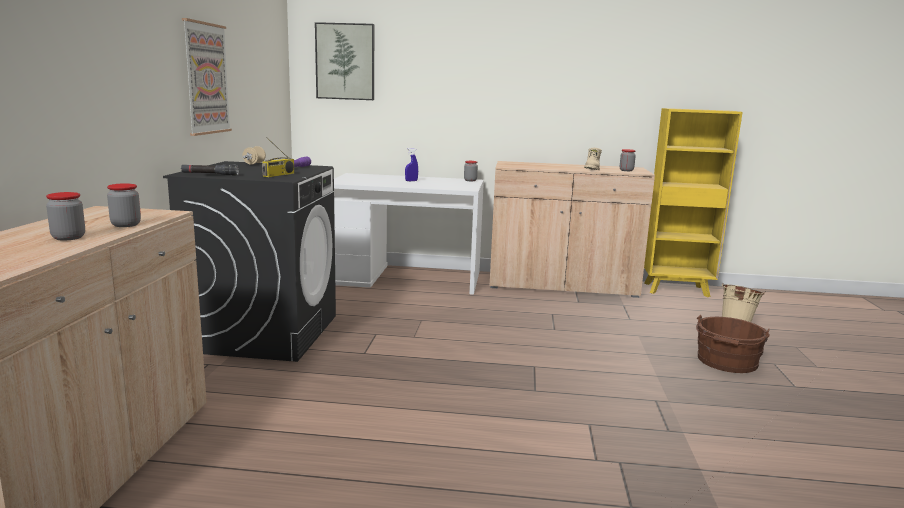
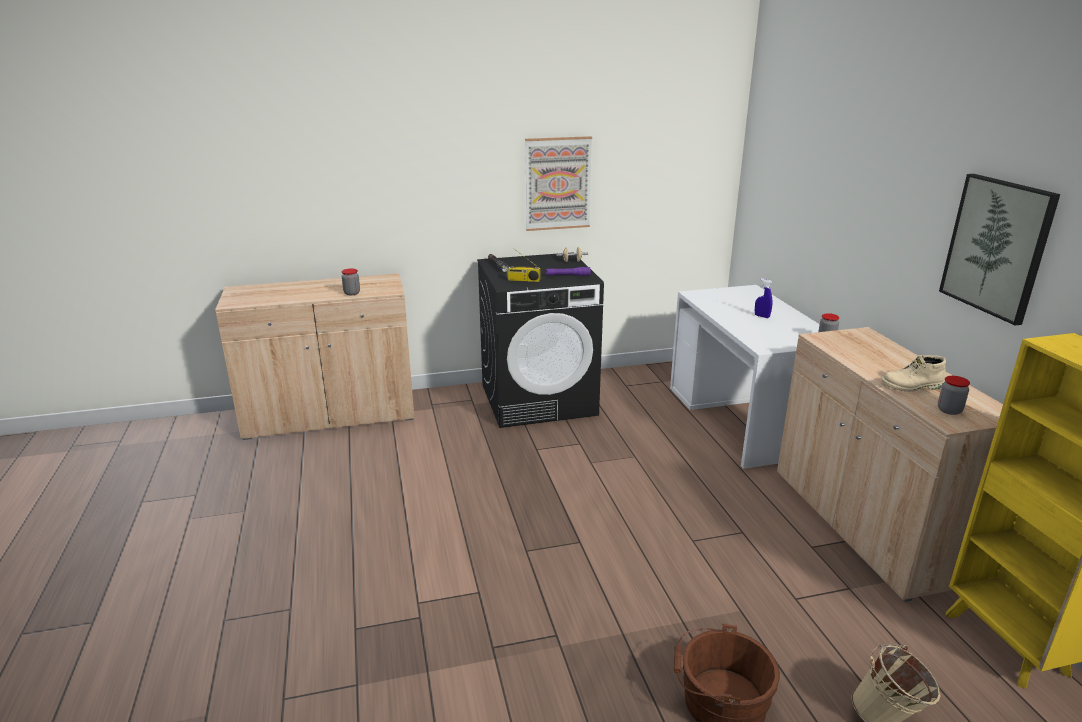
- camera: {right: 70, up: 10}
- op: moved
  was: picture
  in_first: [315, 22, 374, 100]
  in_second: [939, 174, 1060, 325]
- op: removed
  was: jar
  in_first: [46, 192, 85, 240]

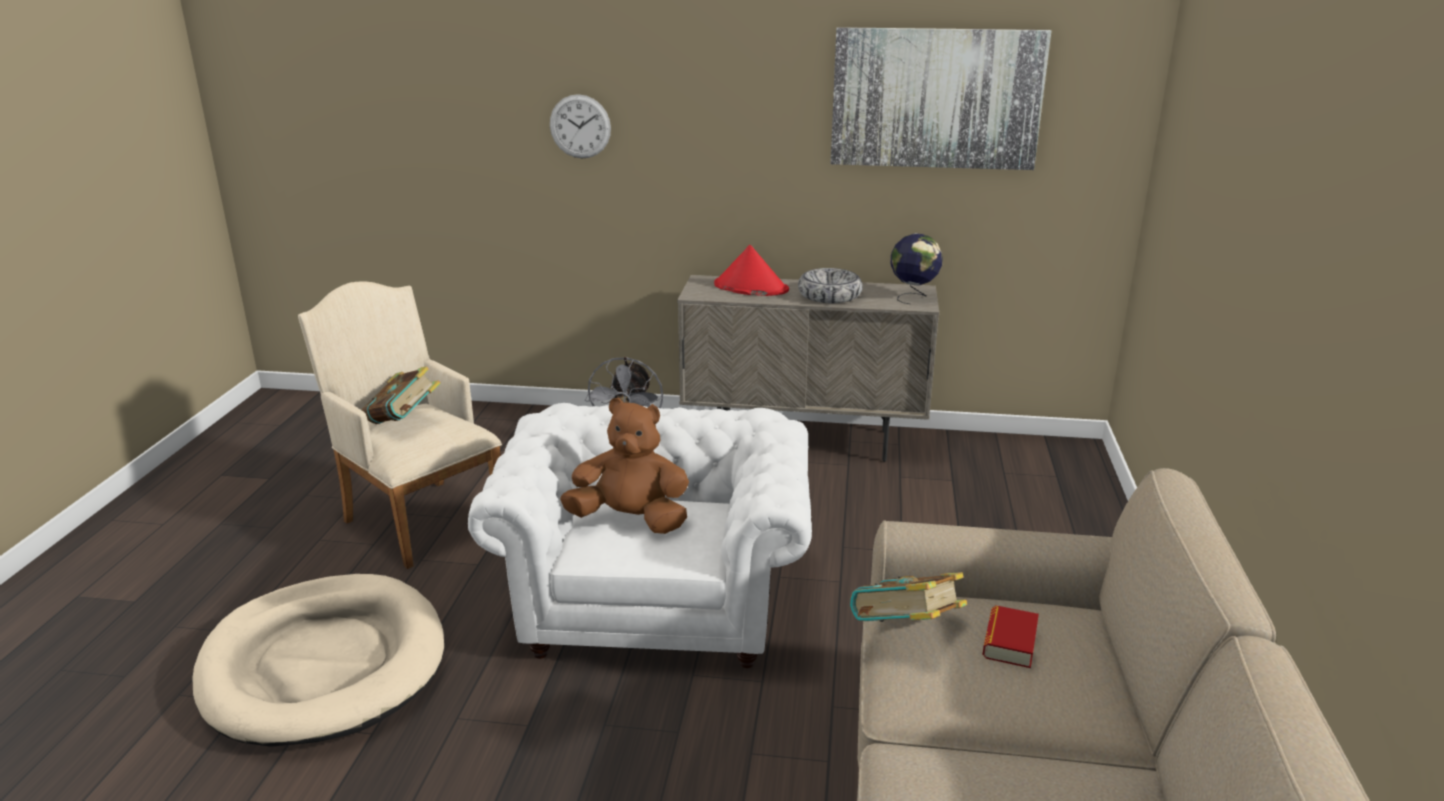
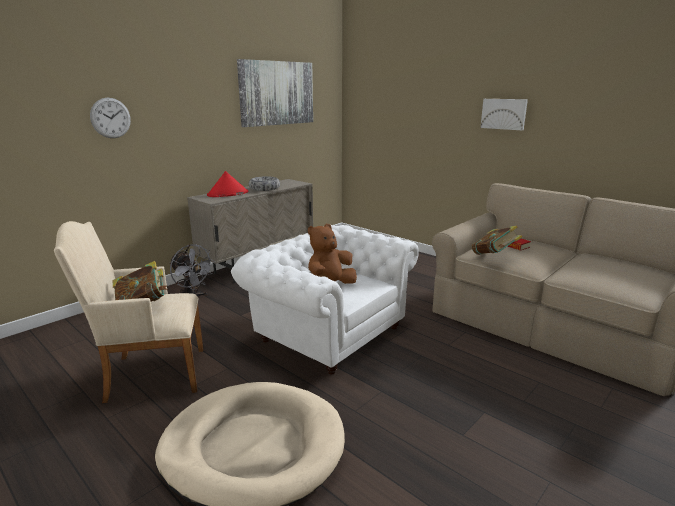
- camera: {right: -55, up: -5}
- op: removed
  was: globe
  in_first: [891, 233, 943, 304]
- op: added
  now: picture
  in_second: [480, 99, 528, 130]

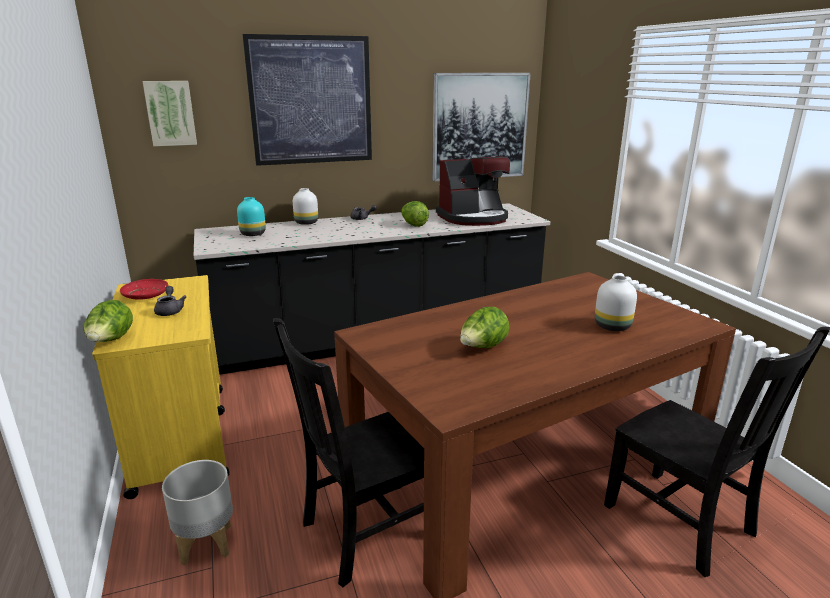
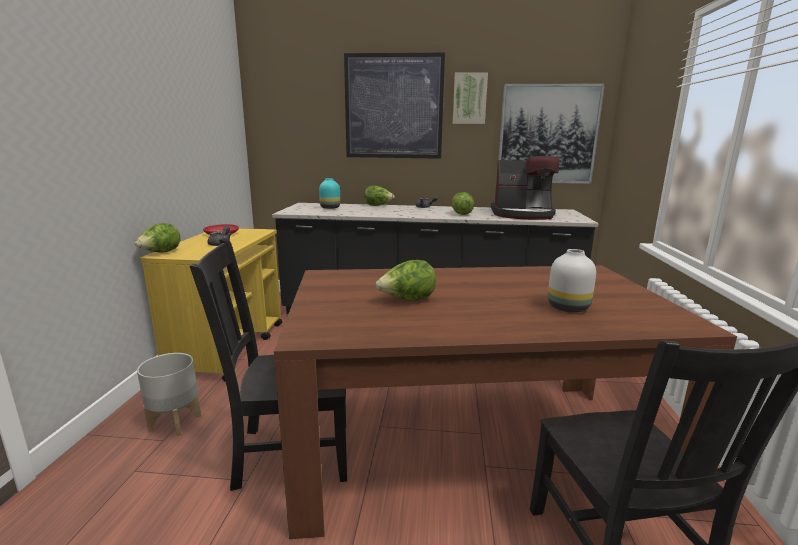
- camera: {right: 25, up: -5}
- op: moved
  was: picture
  in_first: [142, 81, 197, 146]
  in_second: [453, 72, 488, 124]
- op: replaced
  was: white_vase
  now: lettuce
  in_first: [293, 188, 318, 225]
  in_second: [365, 186, 395, 206]

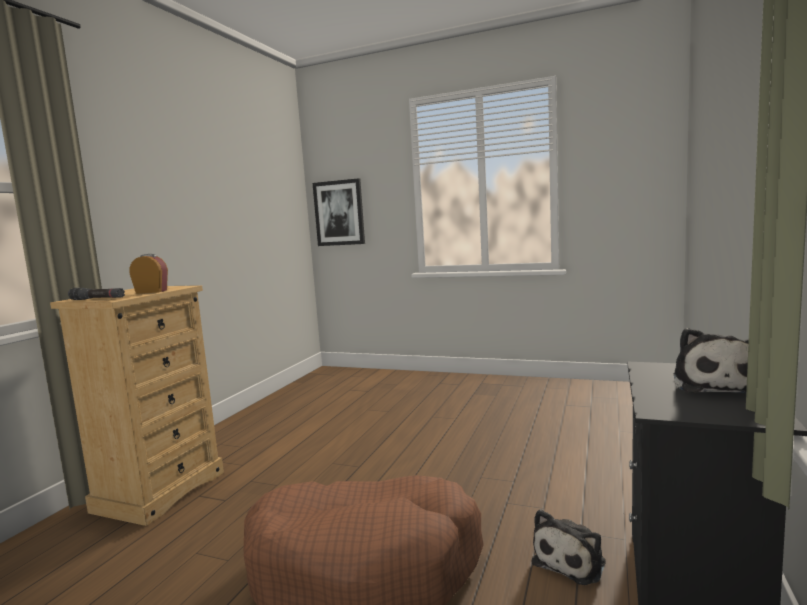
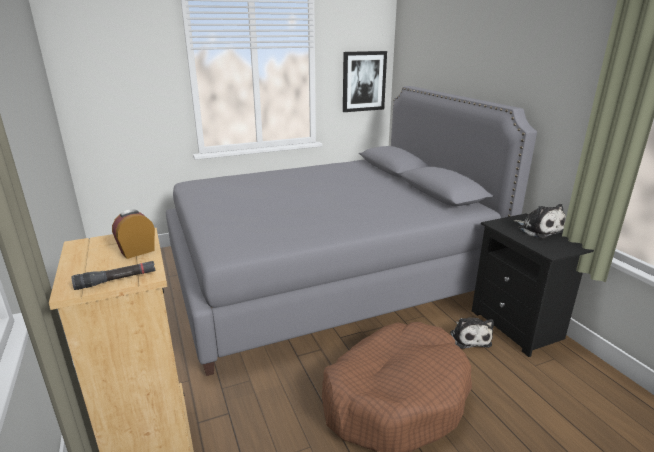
- camera: {right: -45, up: 15}
- op: moved
  was: picture
  in_first: [313, 178, 365, 246]
  in_second: [343, 51, 387, 112]
- op: added
  now: grey_bed
  in_second: [166, 86, 537, 376]

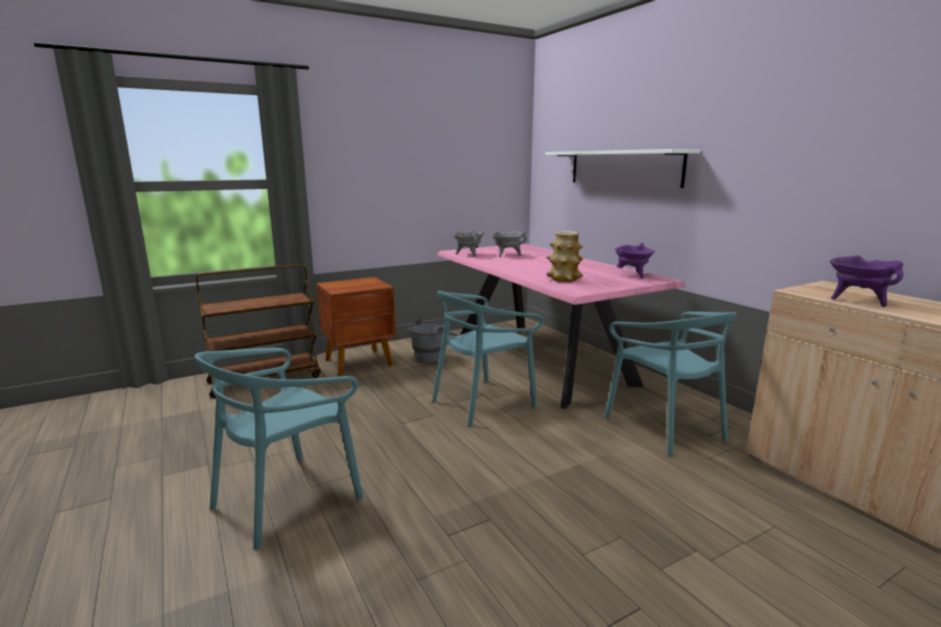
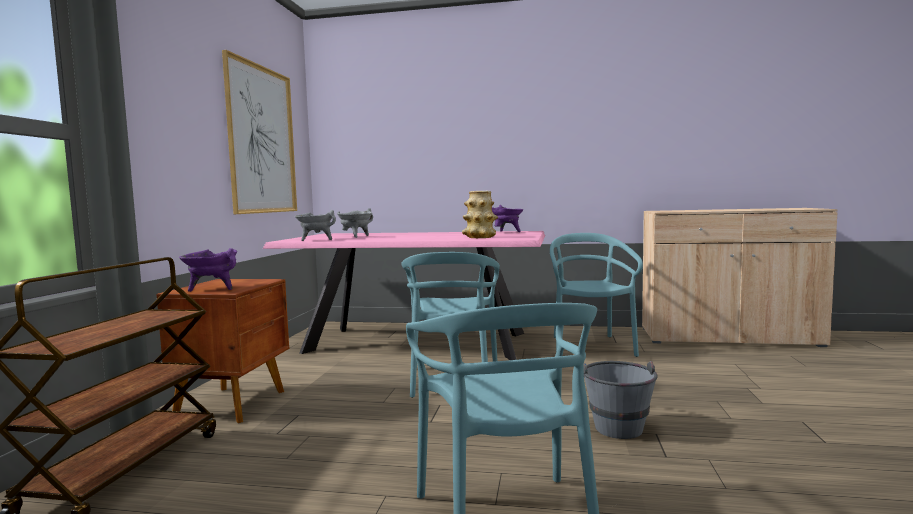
- camera: {right: -50, up: -10}
- op: removed
  was: white_shelf
  in_first: [545, 149, 700, 188]
- op: moved
  was: purple_cooking_pot
  in_first: [830, 256, 904, 307]
  in_second: [179, 248, 237, 292]
- op: turned
  was: turquoise_chair
  in_first: [605, 311, 737, 456]
  in_second: [550, 233, 643, 357]
  clockwise: -105
- op: moved
  was: grey_bucket
  in_first: [408, 318, 458, 363]
  in_second: [572, 361, 658, 439]
- op: added
  now: picture
  in_second: [222, 50, 297, 214]

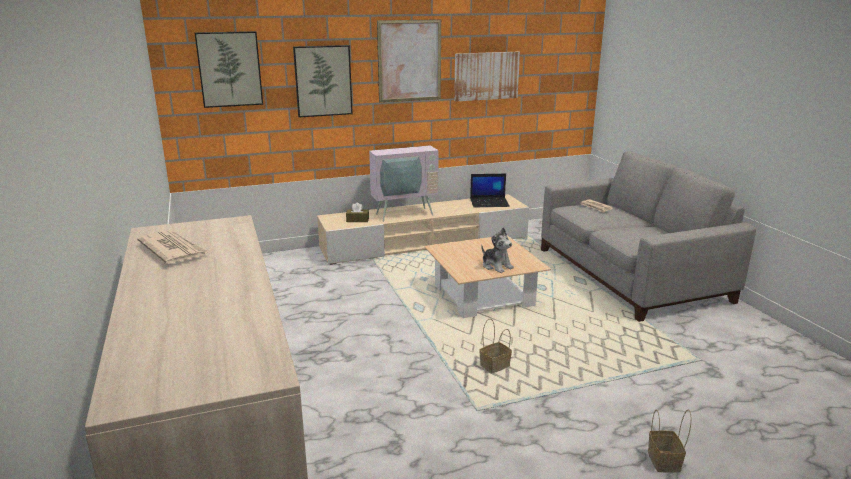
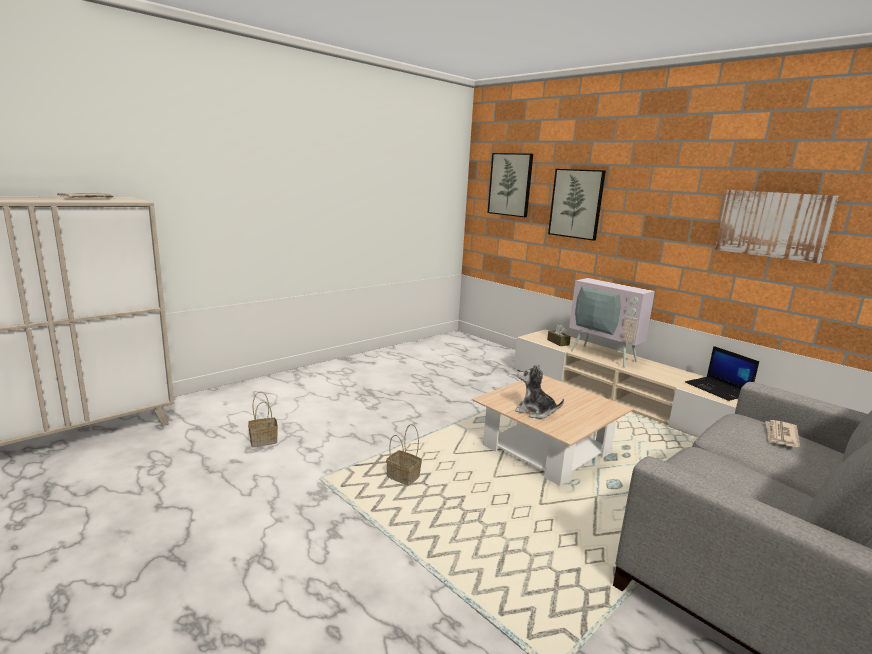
- camera: {right: 65, up: -5}
- op: removed
  was: picture
  in_first: [377, 19, 441, 102]
- op: turned
  was: plush_toy
  in_first: [481, 227, 514, 273]
  in_second: [515, 364, 564, 419]
  clockwise: 90
- op: moved
  was: basket
  in_first: [648, 409, 692, 473]
  in_second: [248, 392, 278, 447]

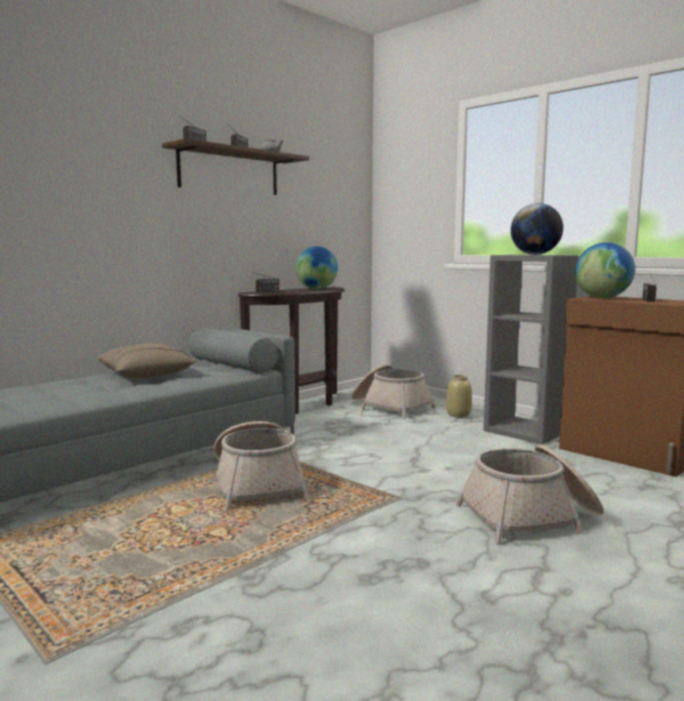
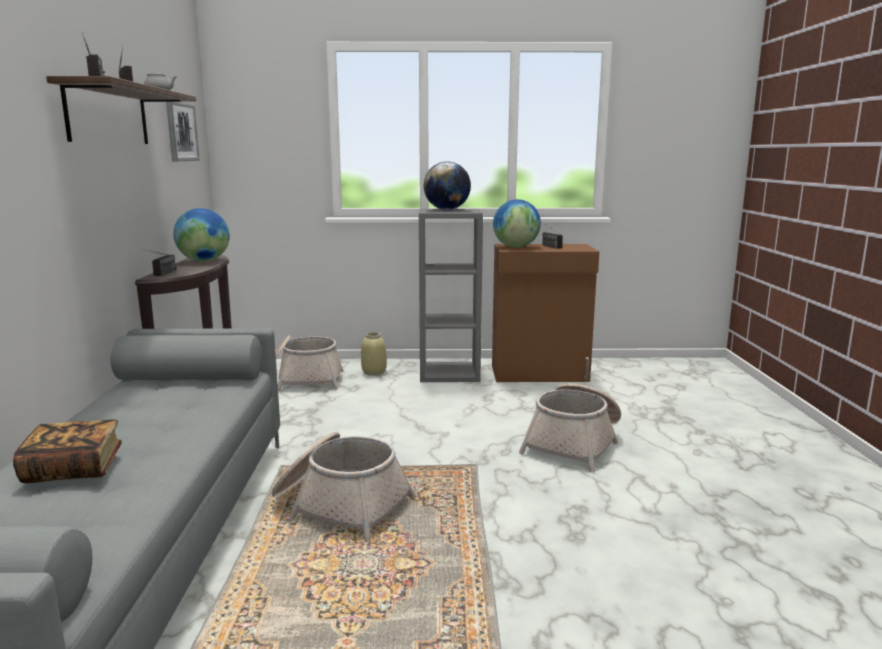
- camera: {right: -45, up: 5}
- op: removed
  was: beige_pillow
  in_first: [96, 343, 197, 379]
- op: added
  now: picture
  in_second: [166, 102, 200, 161]
- op: added
  now: book
  in_second: [13, 419, 122, 483]

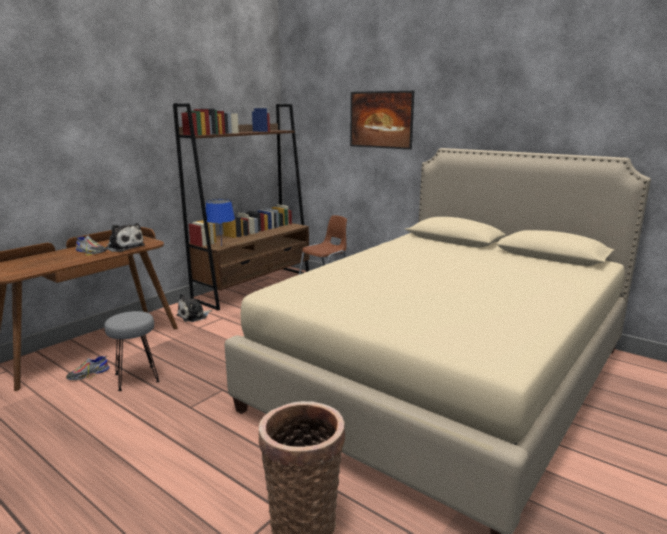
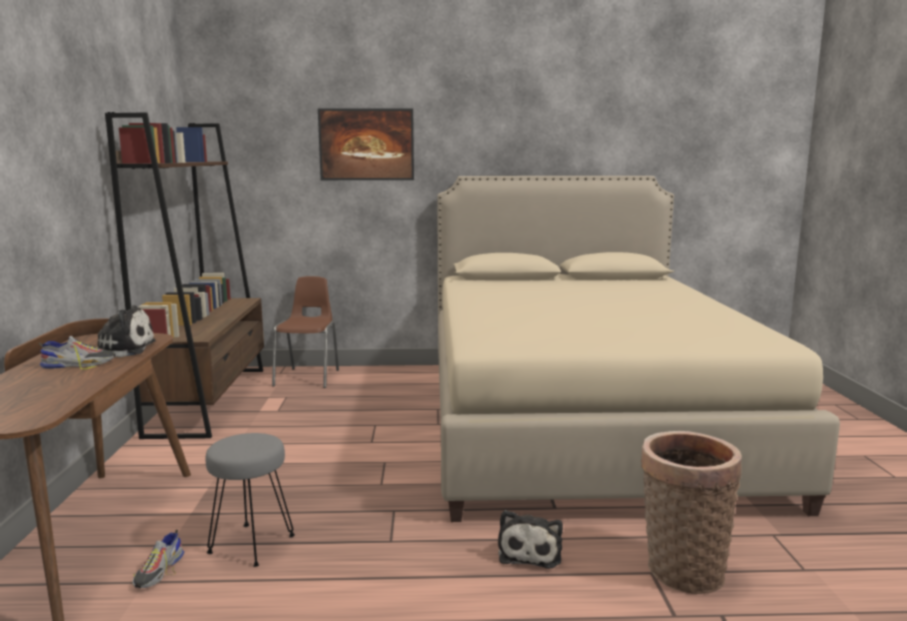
- camera: {right: -40, up: -5}
- op: removed
  was: blue_table_lamp
  in_first: [206, 199, 235, 245]
- op: moved
  was: plush_toy
  in_first: [177, 293, 212, 322]
  in_second: [498, 510, 563, 569]

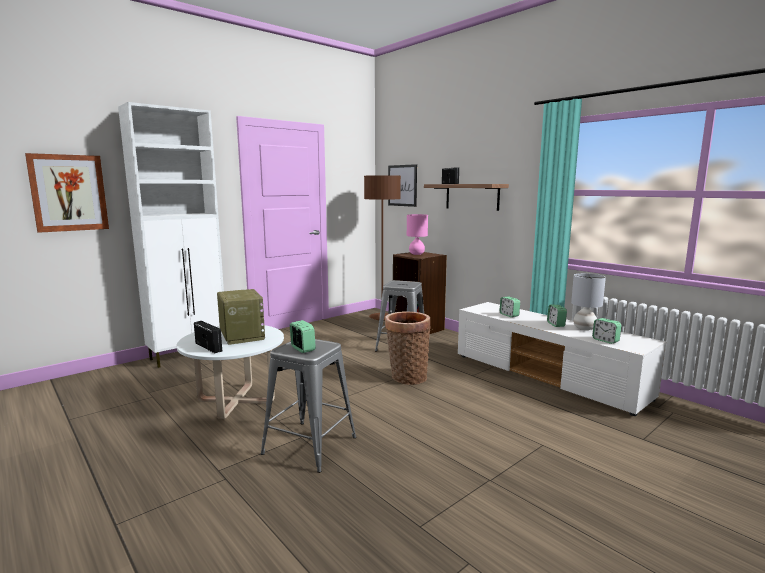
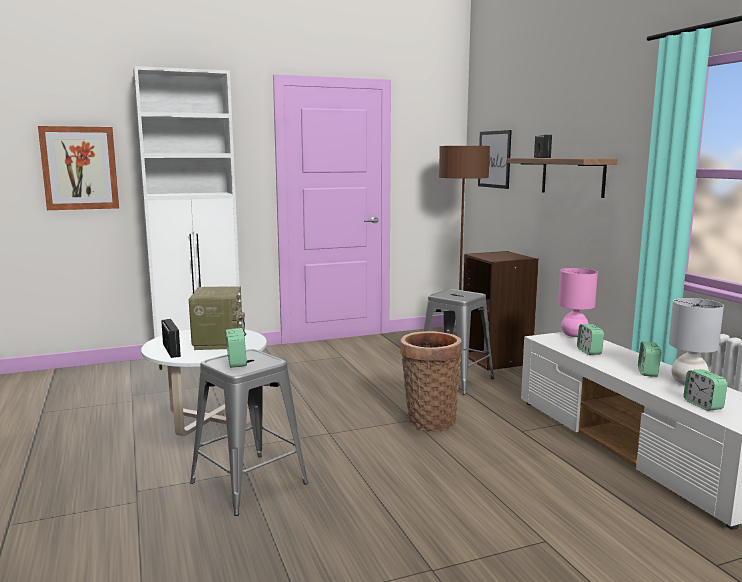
- camera: {right: 20, up: 0}
- op: moved
  was: pink_table_lamp
  in_first: [407, 214, 428, 255]
  in_second: [558, 268, 598, 337]

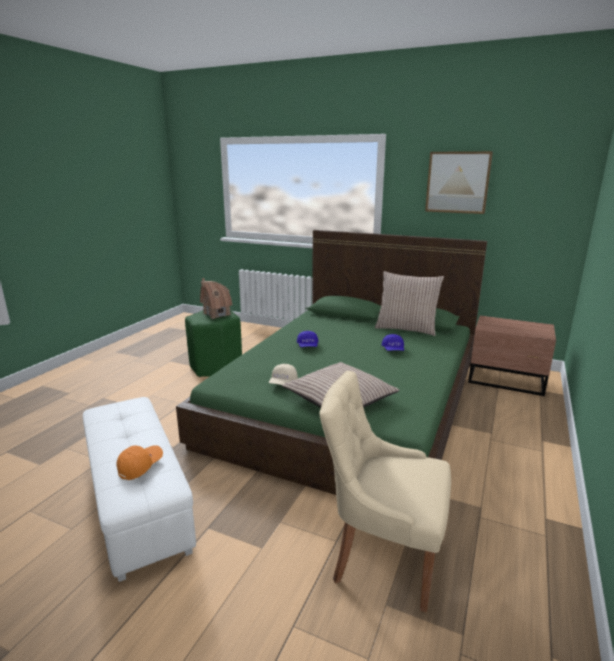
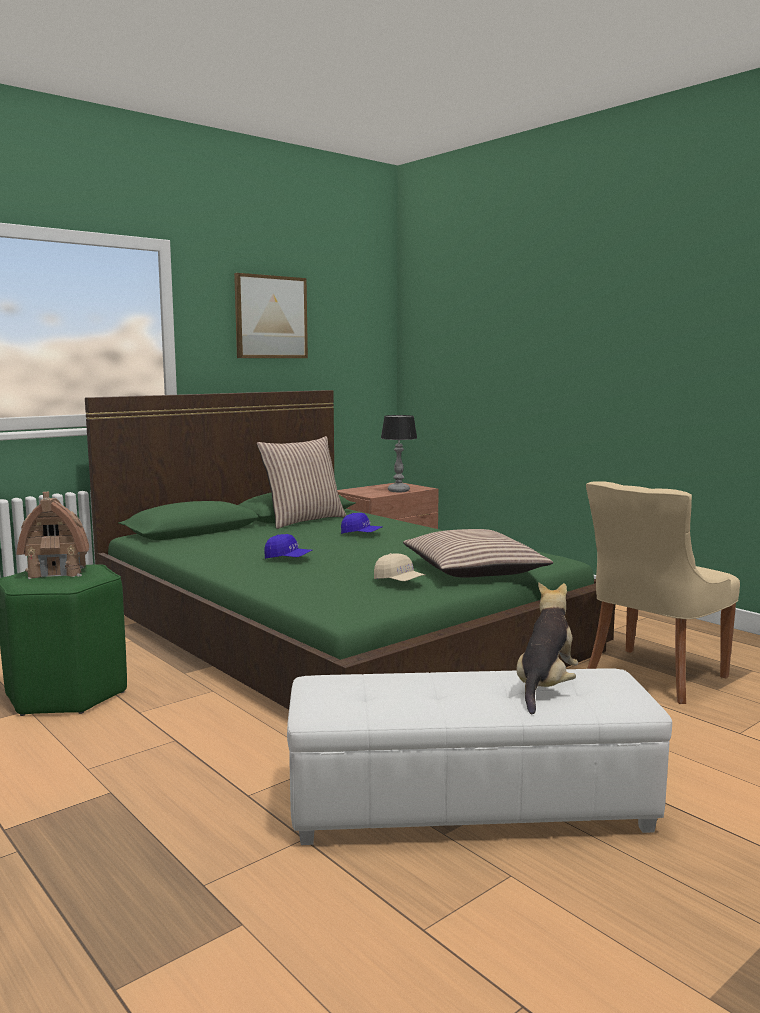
- camera: {right: -65, up: -10}
- op: replaced
  was: orange_cap
  now: plush_toy
  in_first: [116, 445, 163, 480]
  in_second: [517, 582, 578, 714]
- op: added
  now: table_lamp
  in_second: [381, 415, 417, 492]

